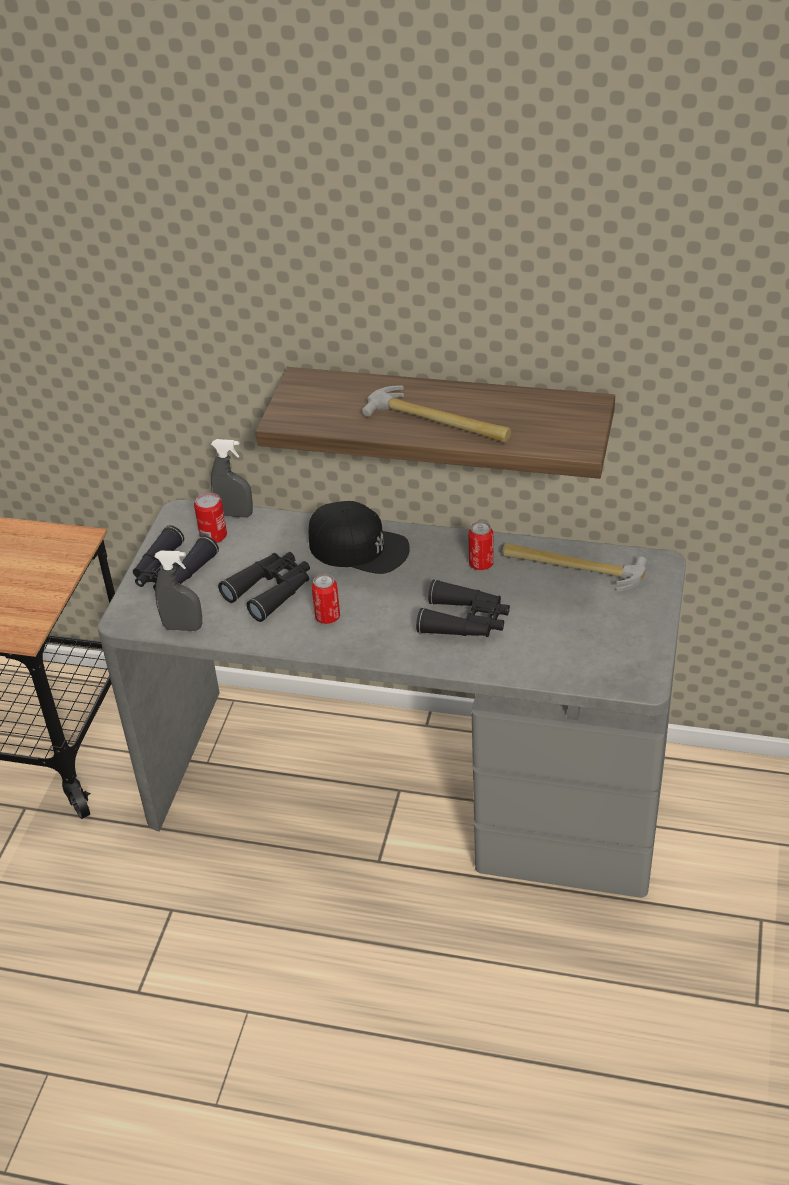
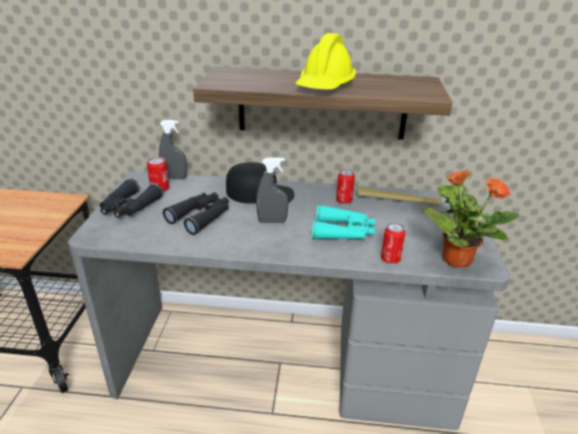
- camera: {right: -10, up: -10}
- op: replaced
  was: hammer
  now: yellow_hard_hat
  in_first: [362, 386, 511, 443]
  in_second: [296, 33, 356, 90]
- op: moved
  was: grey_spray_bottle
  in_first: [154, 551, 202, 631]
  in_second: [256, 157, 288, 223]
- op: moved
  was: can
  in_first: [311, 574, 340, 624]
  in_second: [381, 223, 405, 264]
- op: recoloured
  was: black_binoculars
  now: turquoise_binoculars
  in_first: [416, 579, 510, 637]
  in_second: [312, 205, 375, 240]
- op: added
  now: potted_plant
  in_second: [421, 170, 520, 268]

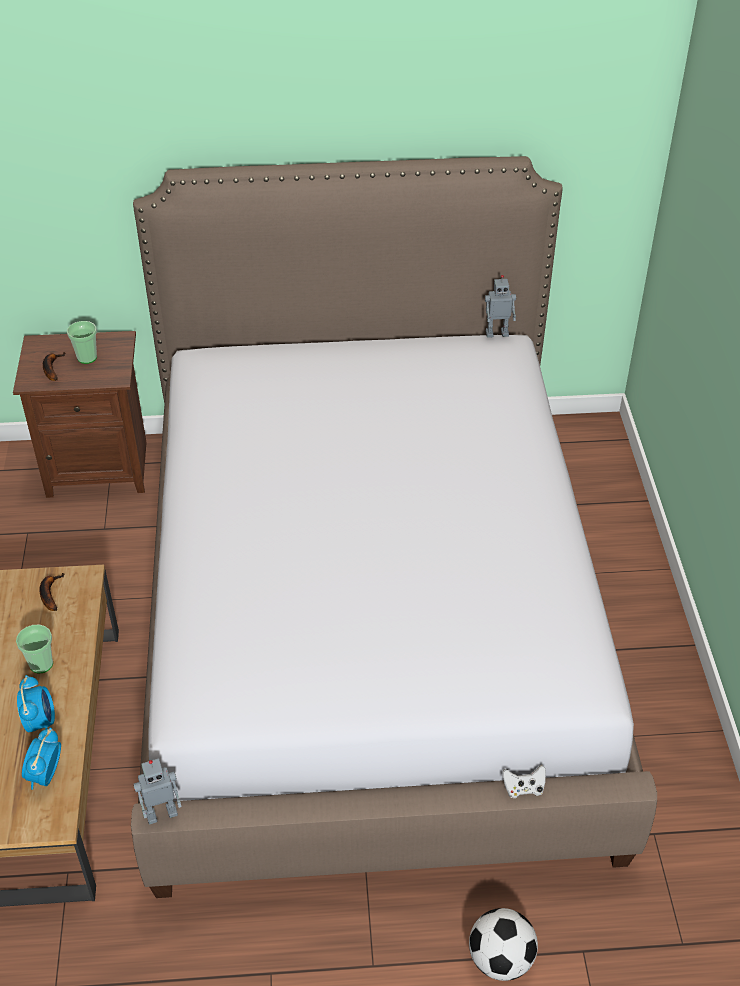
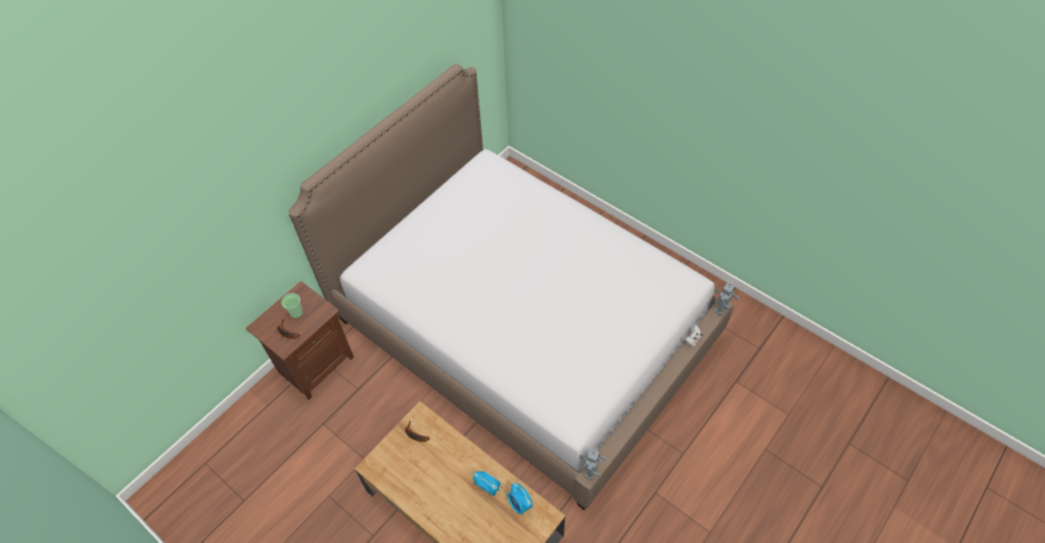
- camera: {right: -45, up: 10}
- op: moved
  was: toy_robot
  in_first: [485, 275, 516, 338]
  in_second: [715, 283, 739, 315]
- op: removed
  was: cup
  in_first: [16, 625, 53, 673]
- op: removed
  was: football
  in_first: [469, 908, 538, 981]

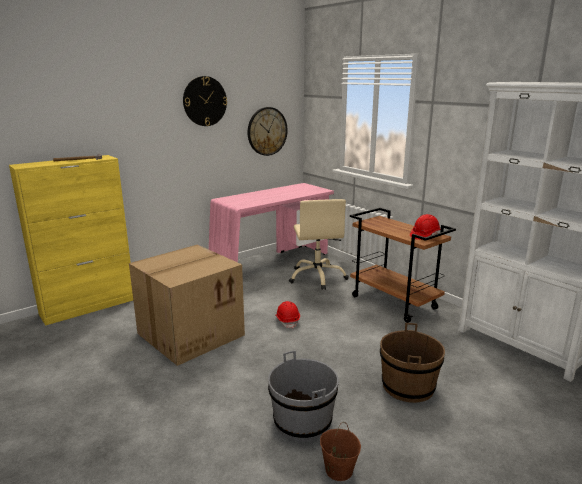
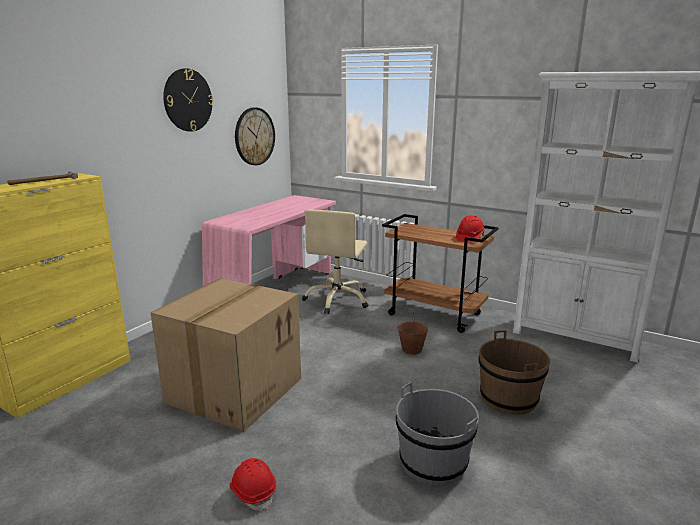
- camera: {right: -20, up: 0}
- op: turned
  was: beige_office_chair
  in_first: [289, 199, 349, 290]
  in_second: [302, 209, 368, 314]
  clockwise: 45
- op: moved
  was: red_hard_hat
  in_first: [276, 301, 300, 328]
  in_second: [229, 458, 276, 510]
- op: moved
  was: brown_bucket
  in_first: [320, 422, 361, 481]
  in_second: [397, 312, 428, 355]

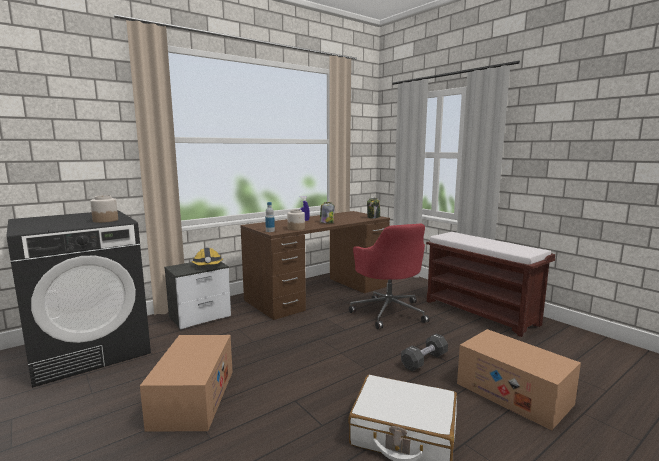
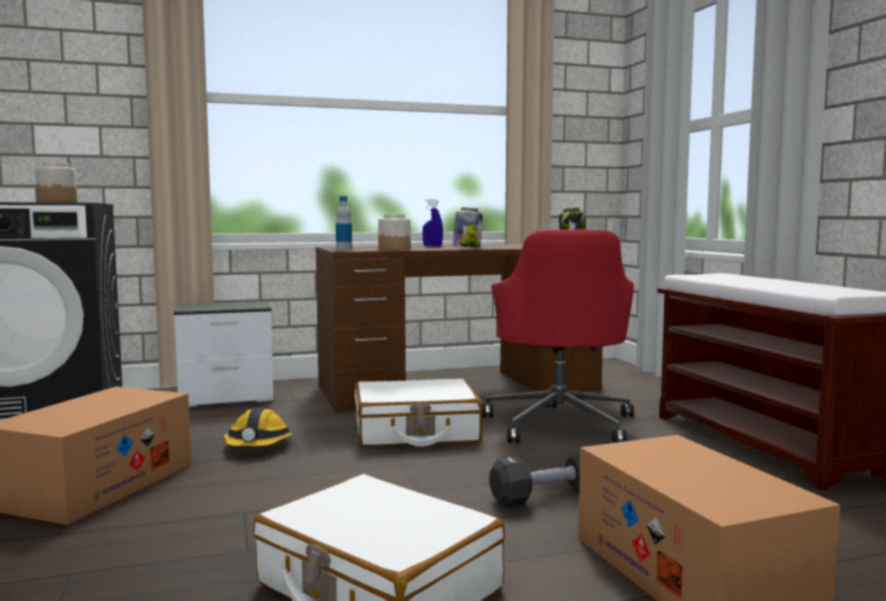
- camera: {right: 20, up: -5}
- op: moved
  was: hard_hat
  in_first: [191, 248, 223, 265]
  in_second: [224, 407, 293, 446]
- op: added
  now: white_suitcase
  in_second: [355, 379, 482, 447]

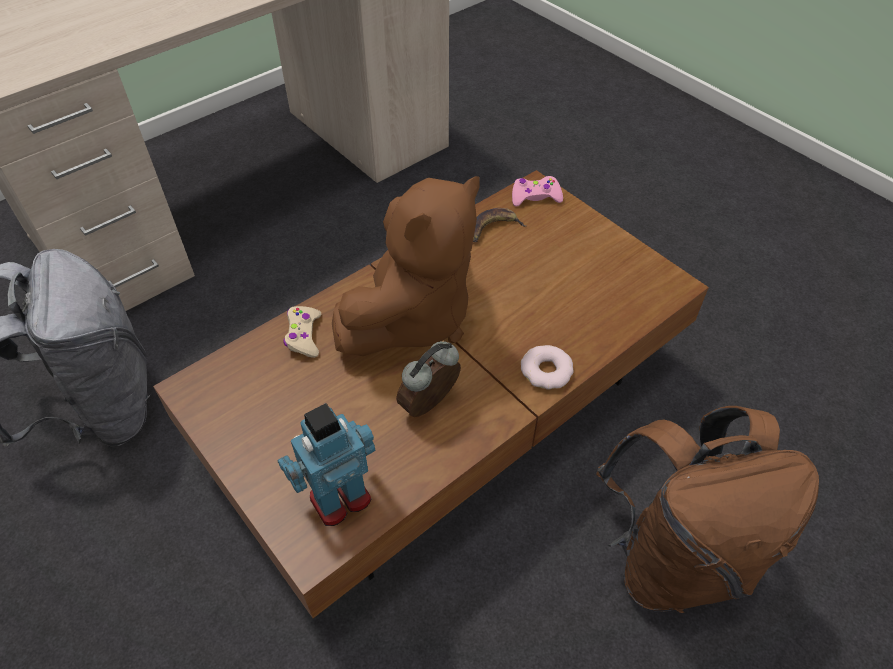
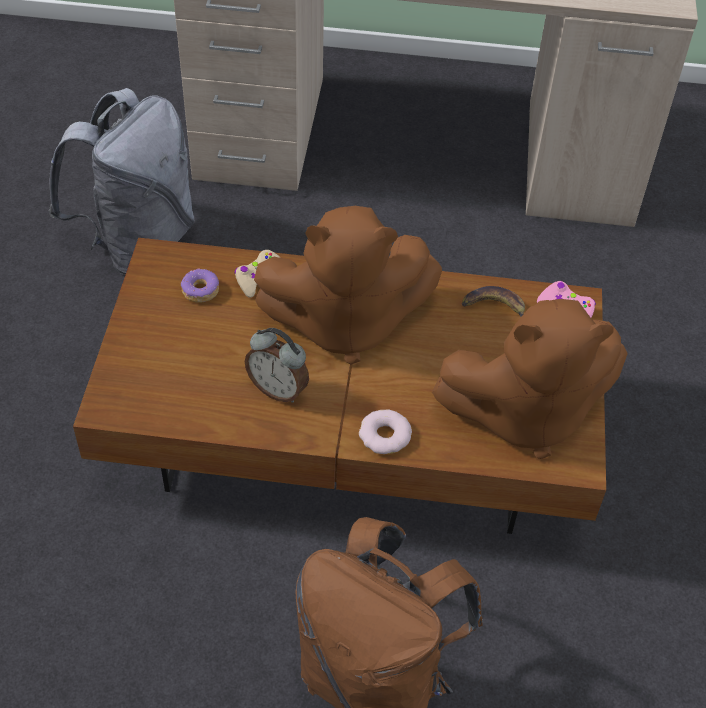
- camera: {right: 45, up: 0}
- op: turned
  was: alarm_clock
  in_first: [396, 341, 461, 417]
  in_second: [245, 328, 309, 403]
  clockwise: -150
- op: removed
  was: toy_robot
  in_first: [278, 403, 375, 526]
- op: added
  now: donut
  in_second: [181, 268, 219, 303]
- op: added
  now: brown_plush_toy
  in_second: [432, 299, 628, 459]

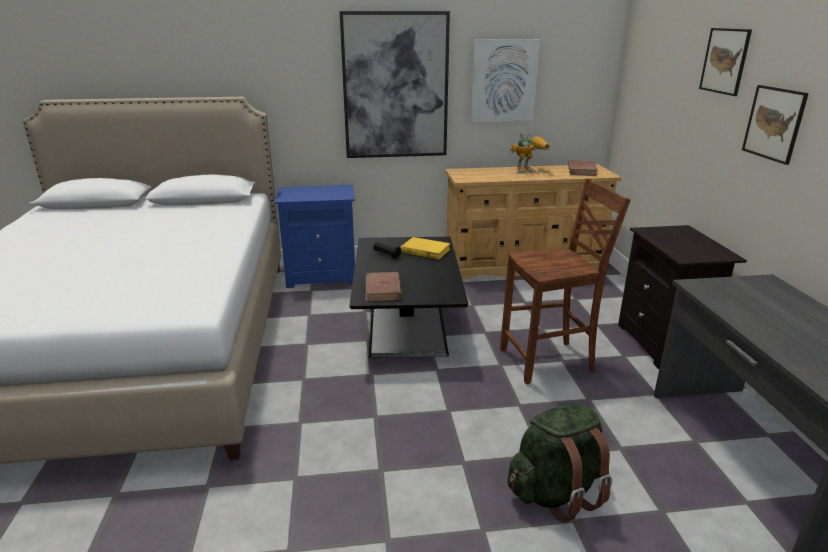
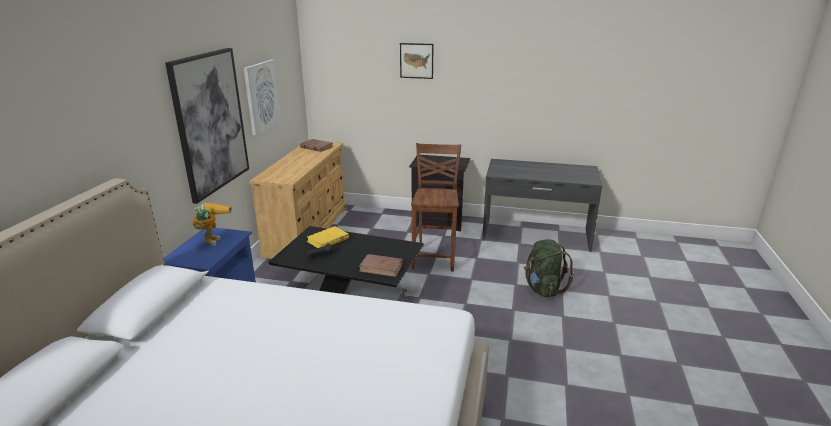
- camera: {right: -70, up: 0}
- op: removed
  was: picture
  in_first: [742, 85, 809, 165]
- op: moved
  was: toy_robot
  in_first: [510, 133, 550, 173]
  in_second: [192, 203, 232, 246]

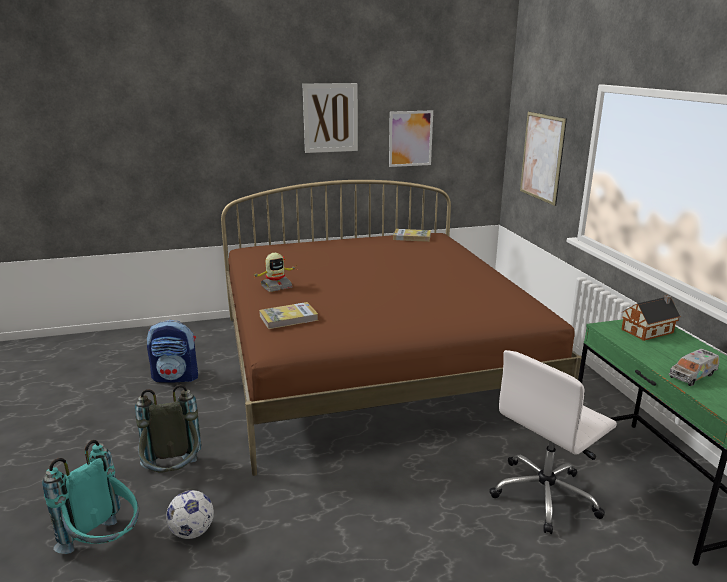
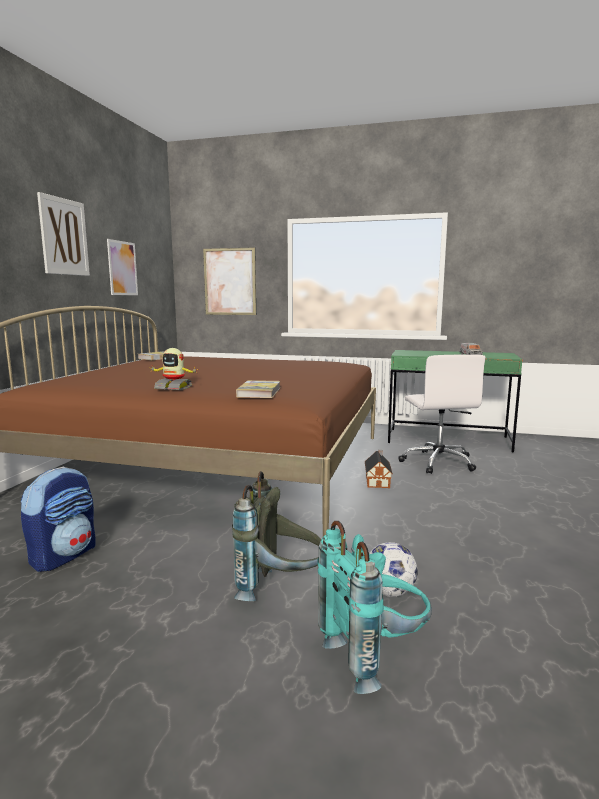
- camera: {right: -60, up: -10}
- op: turned
  was: toy_robot
  in_first: [252, 253, 297, 292]
  in_second: [150, 348, 198, 390]
  clockwise: 105
- op: moved
  was: toy_house
  in_first: [621, 295, 681, 341]
  in_second: [365, 450, 393, 488]

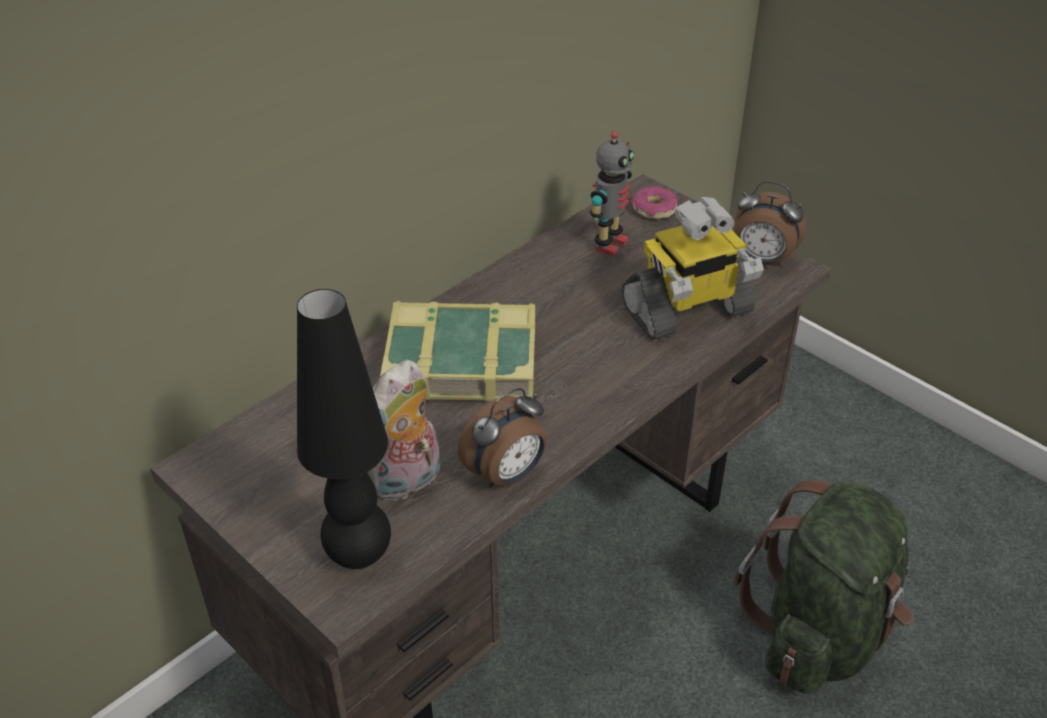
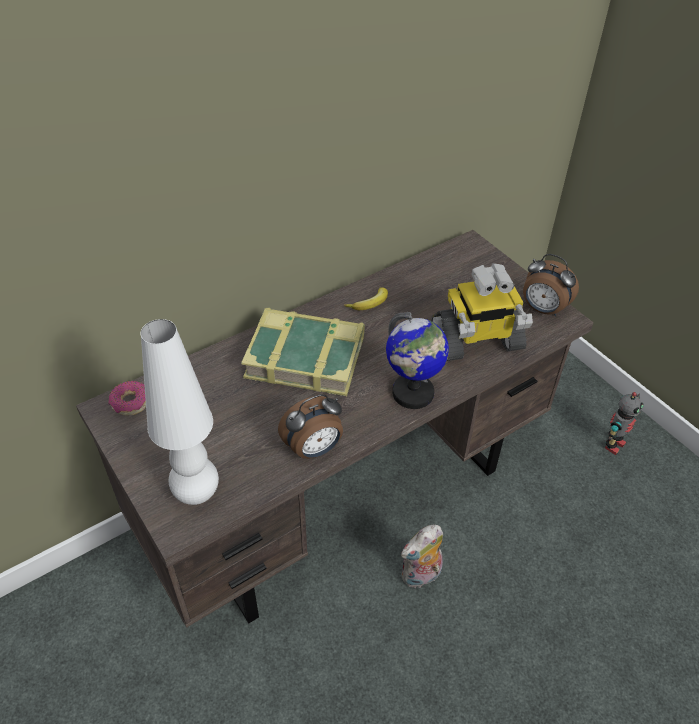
- camera: {right: 10, up: 5}
- op: moved
  was: toy_robot
  in_first: [590, 131, 634, 257]
  in_second: [605, 392, 643, 455]
- op: moved
  was: donut
  in_first: [631, 186, 678, 219]
  in_second: [108, 381, 146, 415]
- op: recoloured
  was: black_table_lamp
  now: white_table_lamp
  in_first: [297, 289, 391, 569]
  in_second: [140, 319, 219, 505]
- op: moved
  was: plush_toy
  in_first: [369, 360, 441, 502]
  in_second: [401, 525, 443, 589]
- op: removed
  was: green_backpack
  in_first: [734, 480, 914, 694]
- op: added
  now: banana
  in_second: [344, 287, 388, 310]
- op: added
  now: globe
  in_second: [386, 312, 449, 409]

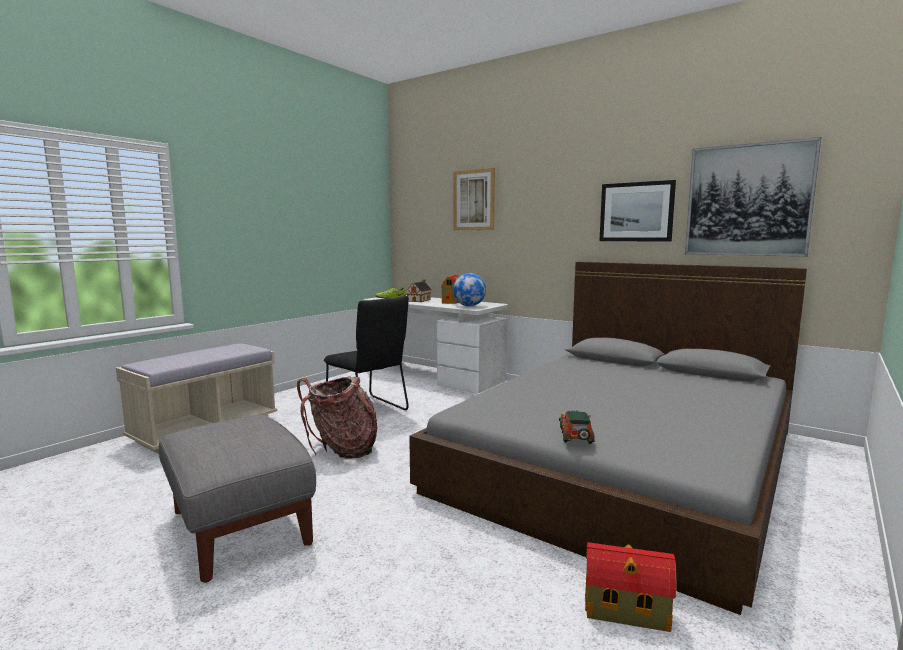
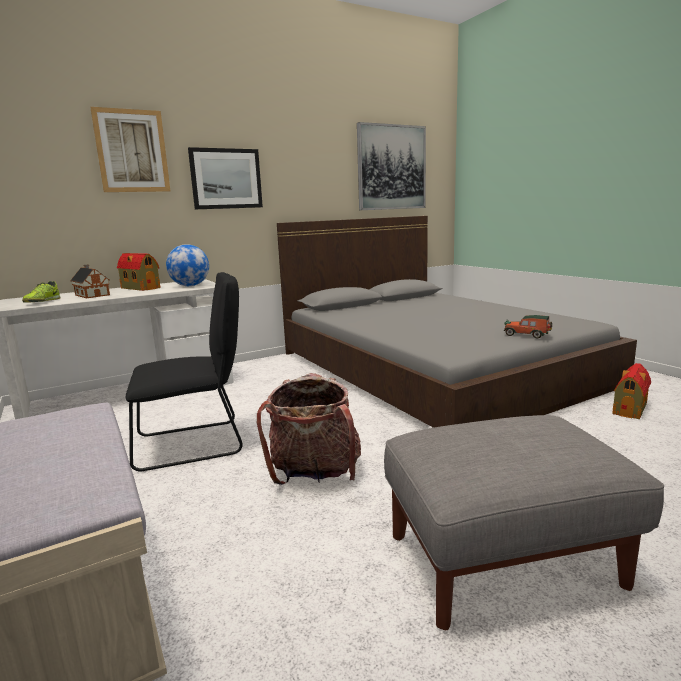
- camera: {right: -65, up: 5}
- op: moved
  was: picture
  in_first: [599, 180, 676, 242]
  in_second: [188, 147, 263, 209]

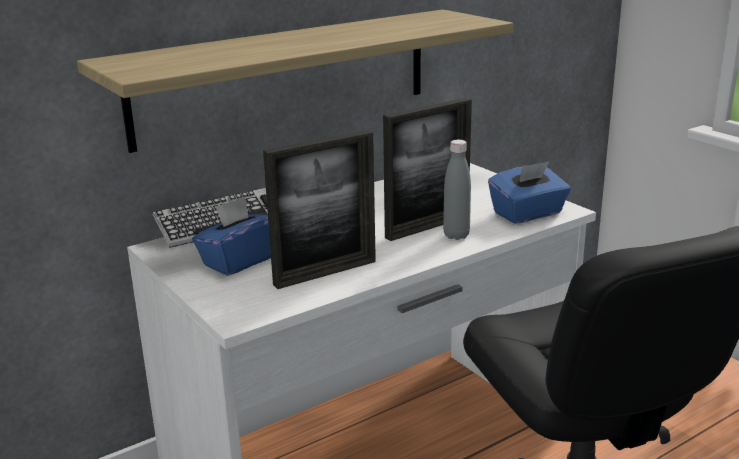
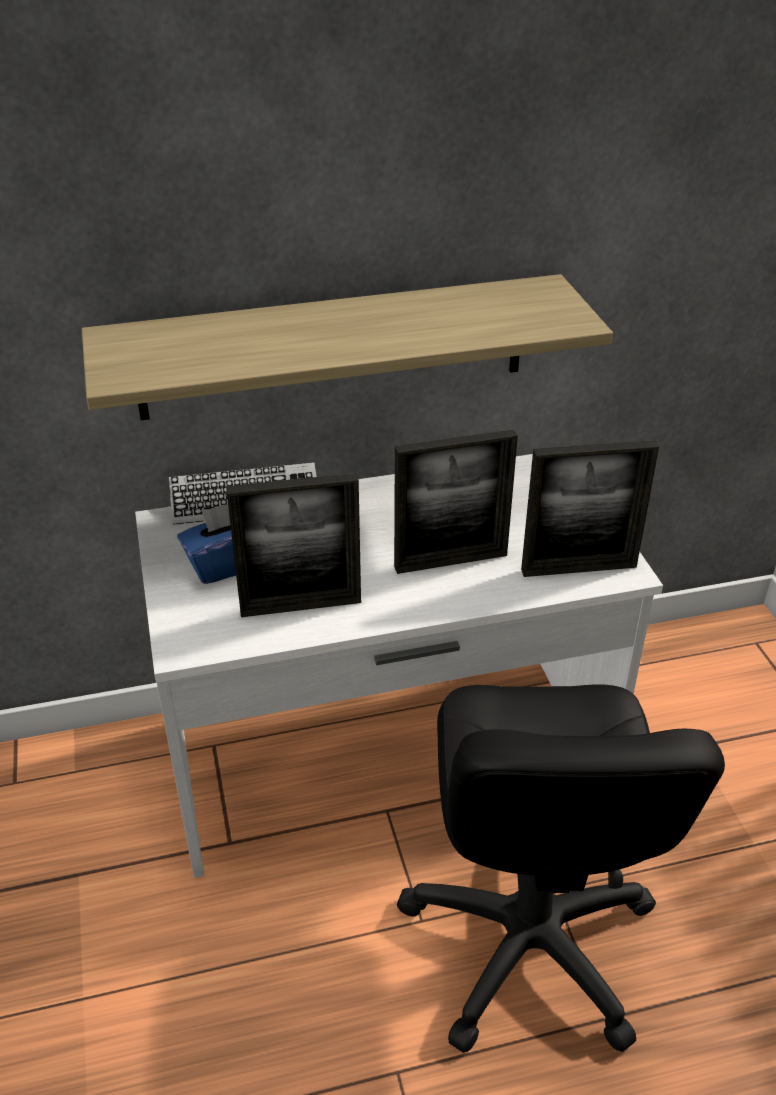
- camera: {right: 20, up: 15}
- op: removed
  was: grey_bottle
  in_first: [443, 140, 471, 240]
- op: replaced
  was: blue_tissue_box
  now: picture_frame
  in_first: [488, 161, 571, 224]
  in_second: [521, 440, 659, 577]

